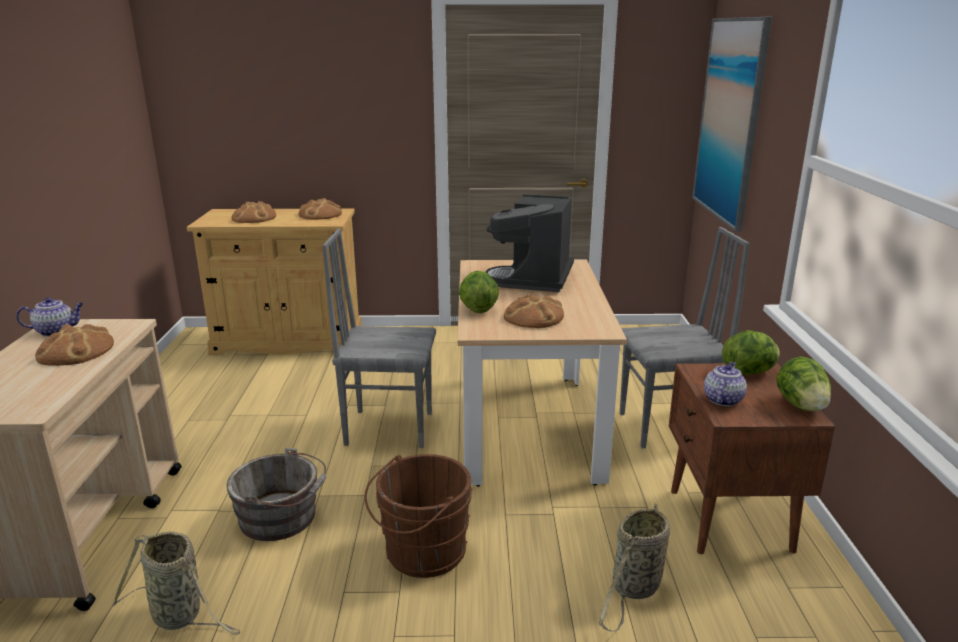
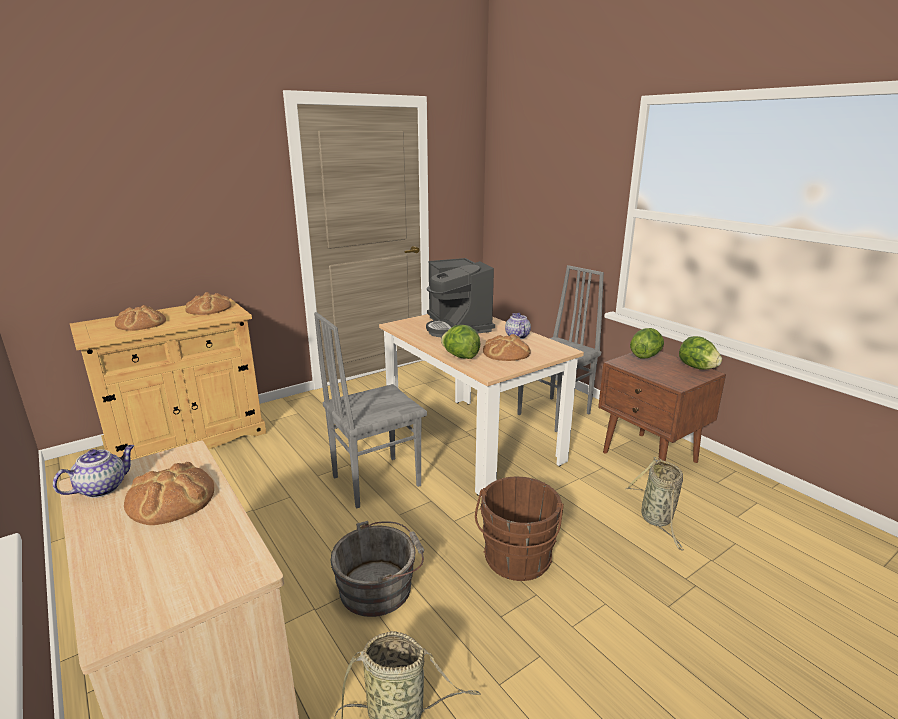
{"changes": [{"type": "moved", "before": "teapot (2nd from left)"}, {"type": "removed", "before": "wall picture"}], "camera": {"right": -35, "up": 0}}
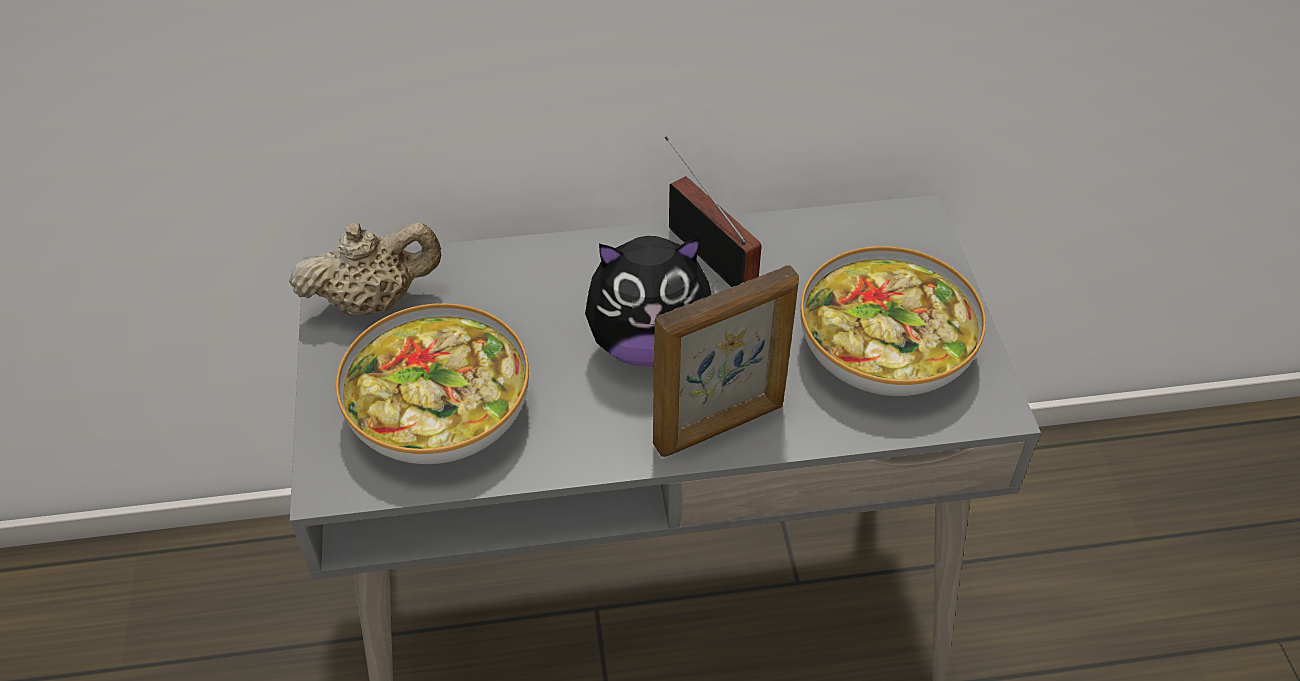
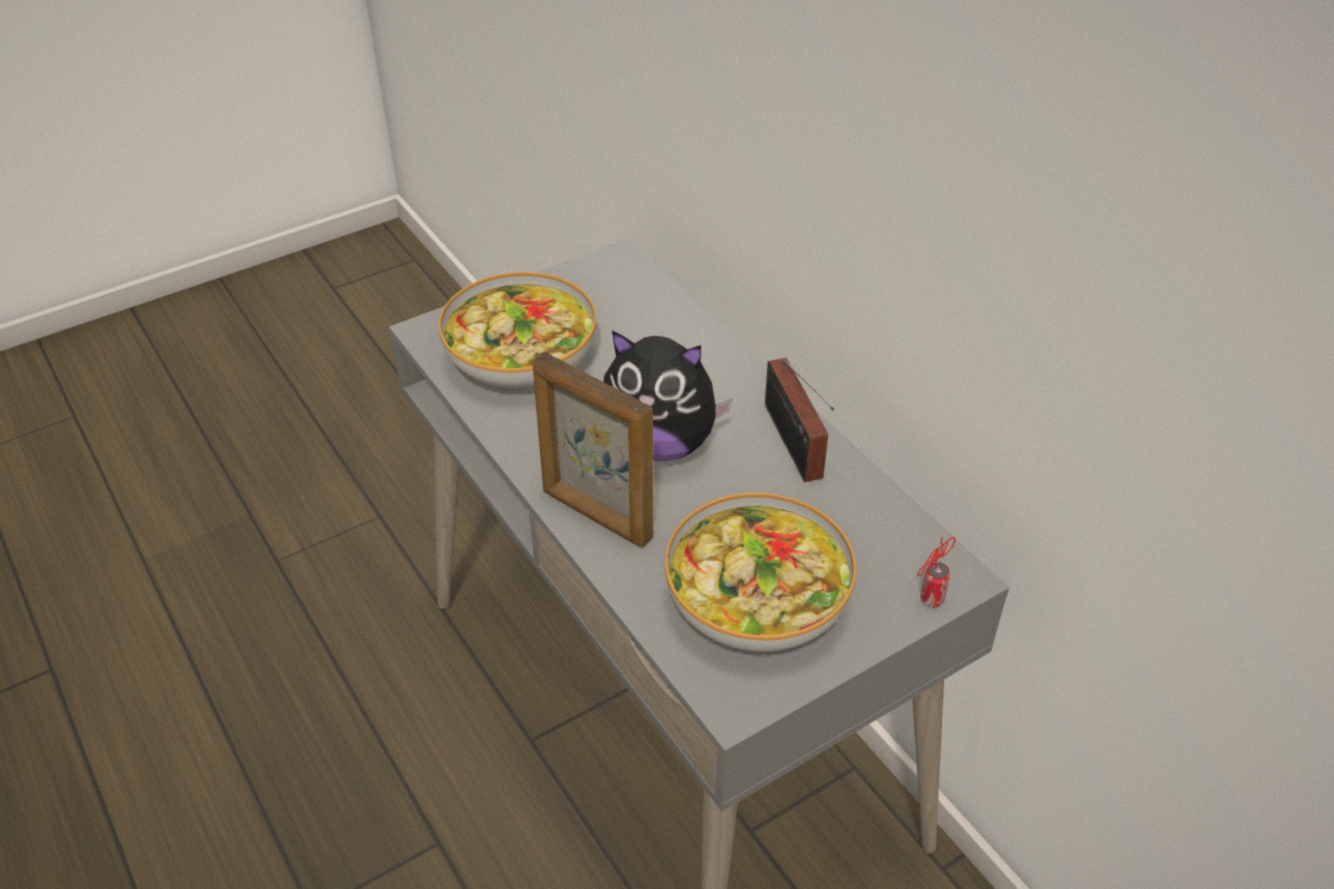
{"changes": [{"type": "turned", "before": "cuddly toy", "turn": -45}, {"type": "turned", "before": "radio receiver", "turn": 135}, {"type": "added", "after": "metal can"}, {"type": "removed", "before": "beige teapot"}], "camera": {"right": 65, "up": -5}}
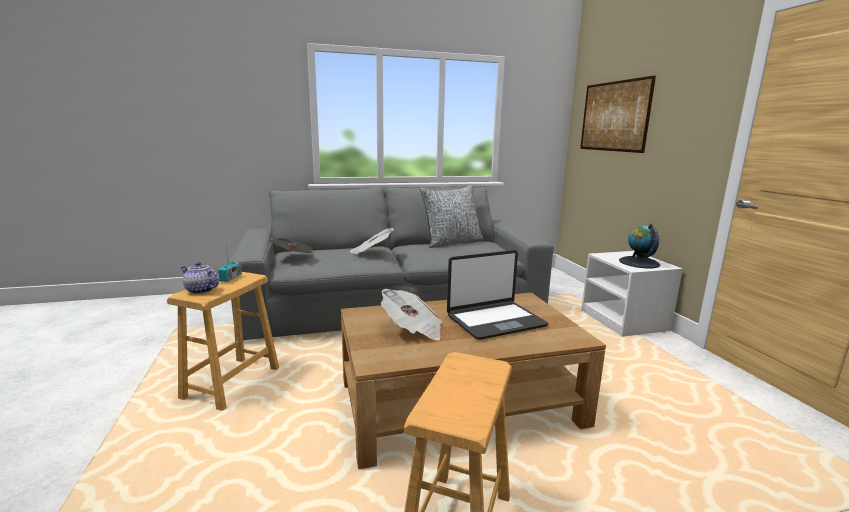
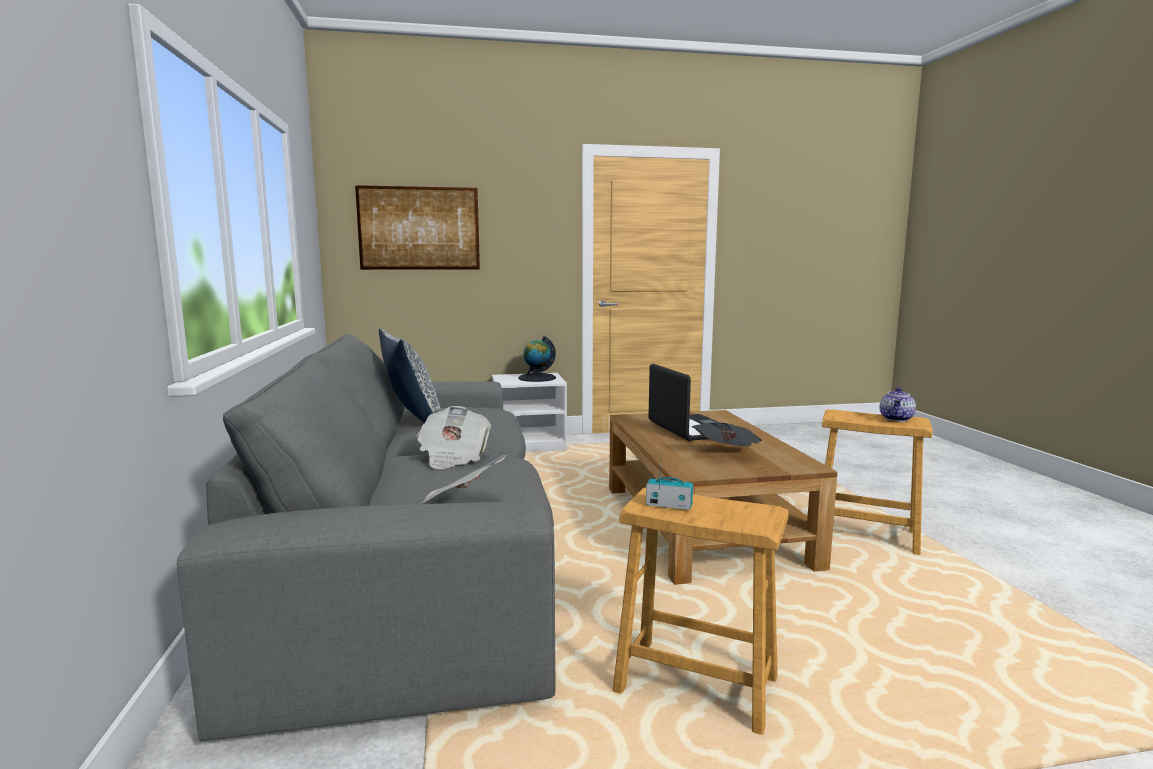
{"changes": [{"type": "moved", "before": "teapot"}], "camera": {"right": -85, "up": -5}}
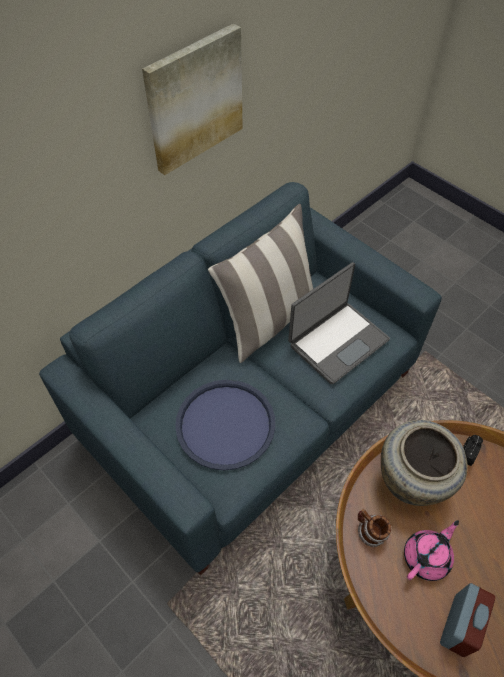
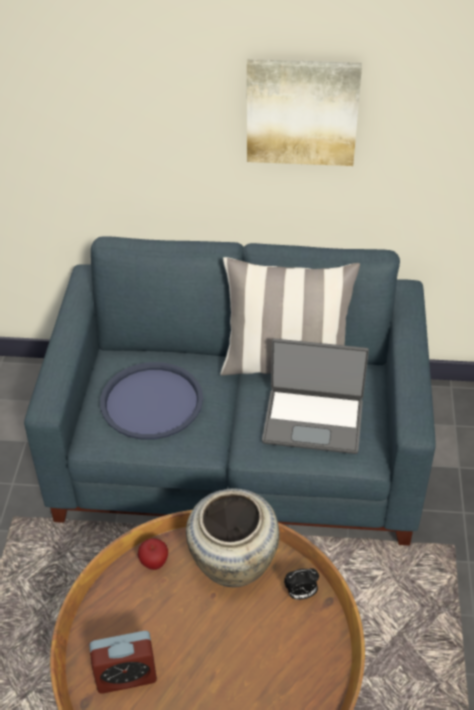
{"changes": [{"type": "replaced", "before": "coffee mug", "after": "apple fruit"}, {"type": "removed", "before": "pink-coloured teapot"}], "camera": {"right": 50, "up": -10}}
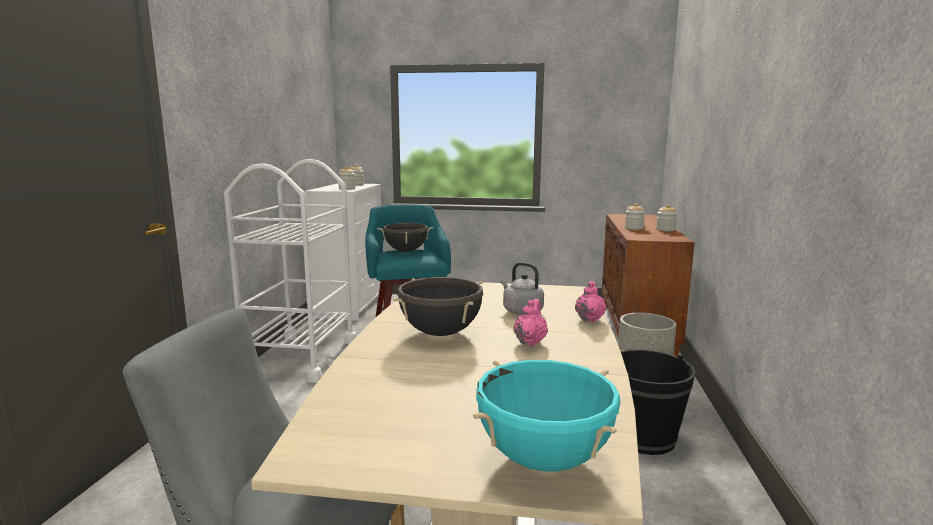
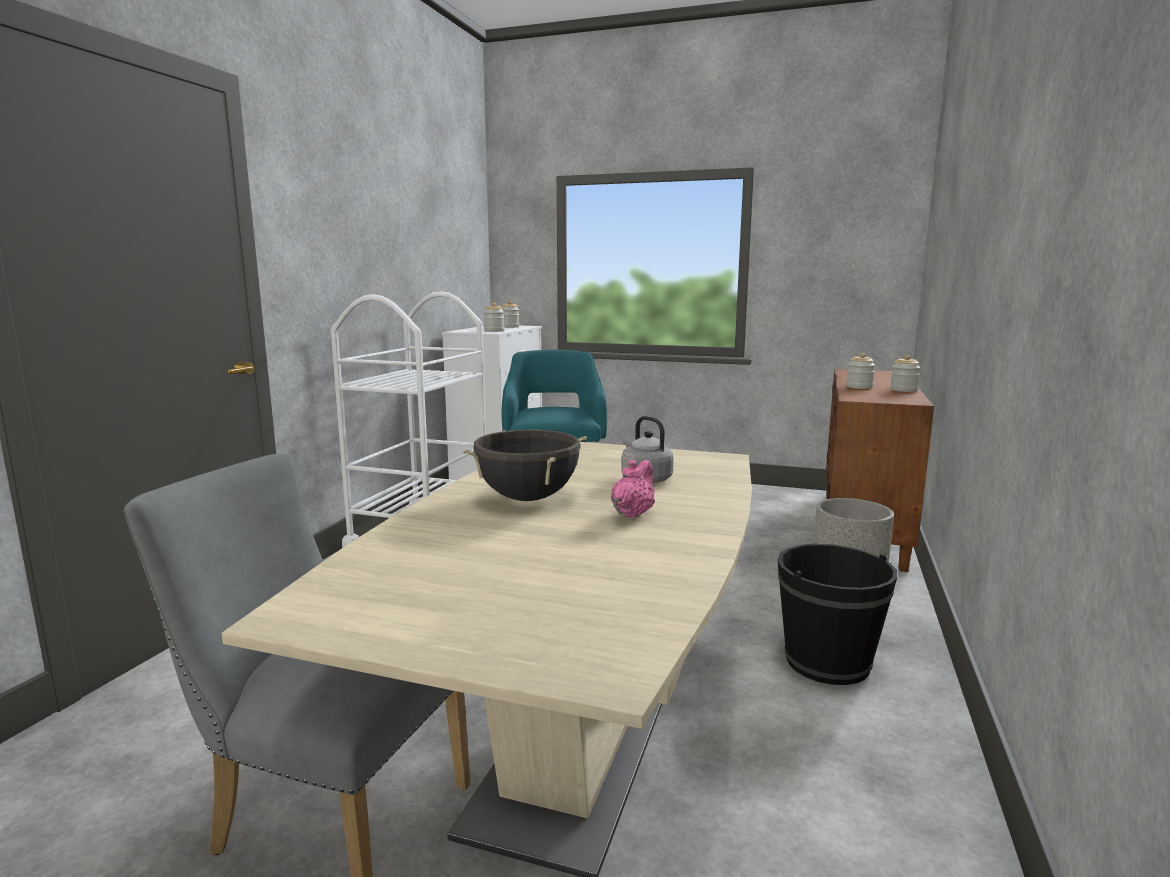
{"changes": [{"type": "removed", "before": "black-coloured cooking pot (1st from left)"}, {"type": "removed", "before": "turquoise-coloured cooking pot"}, {"type": "removed", "before": "pink-coloured teapot (2nd from left)"}], "camera": {"right": 10, "up": 0}}
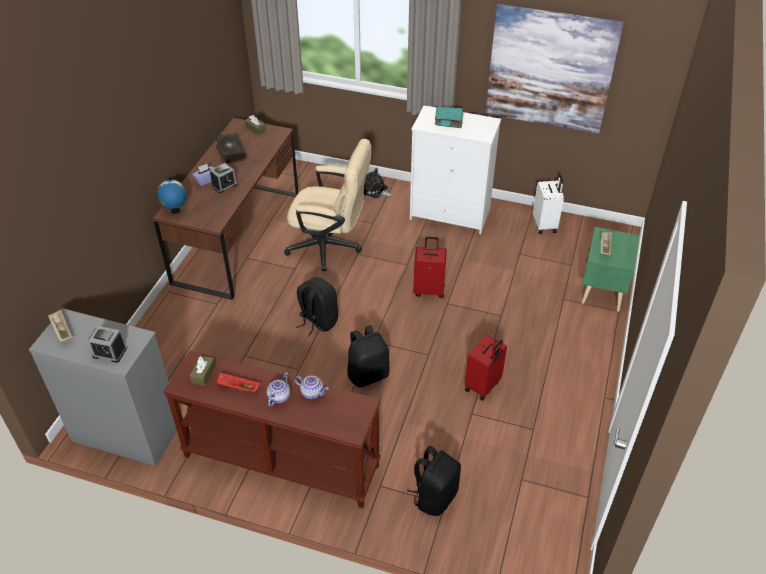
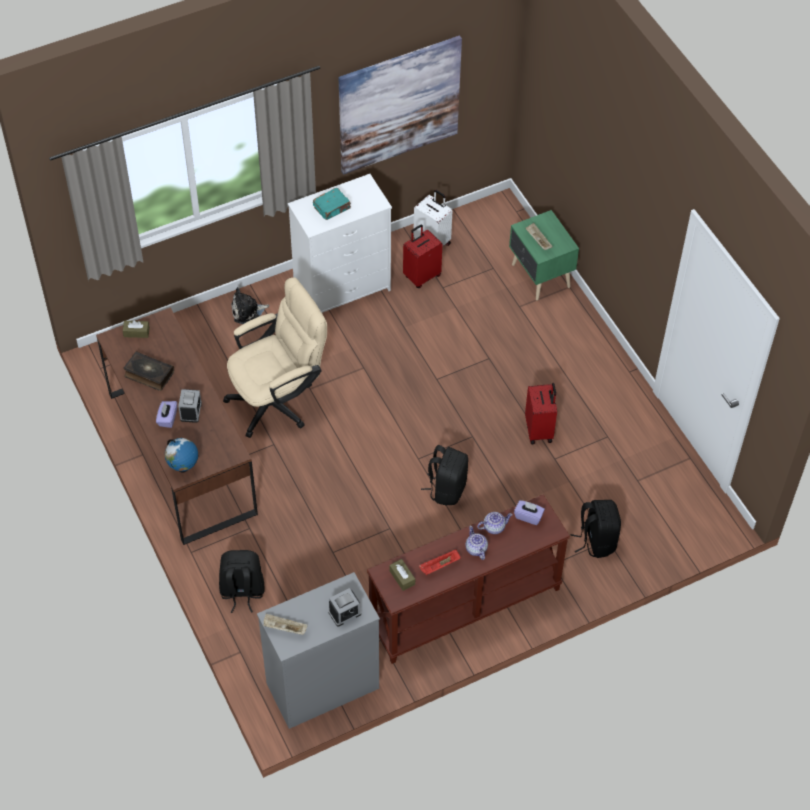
{"changes": [{"type": "moved", "before": "black-coloured backpack (1st from left)"}, {"type": "moved", "before": "red suitcase (1st from left)"}, {"type": "added", "after": "purple-coloured box of tissues (2nd from left)"}], "camera": {"right": -45, "up": 10}}
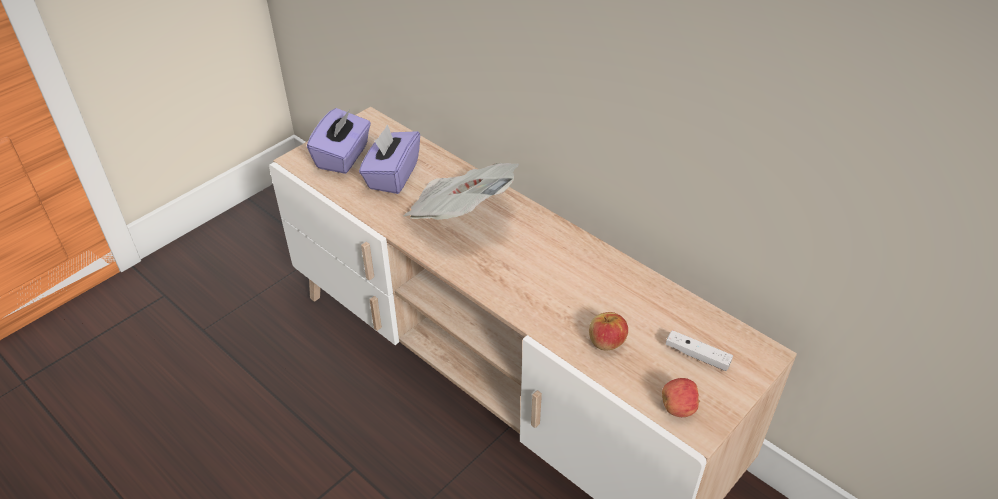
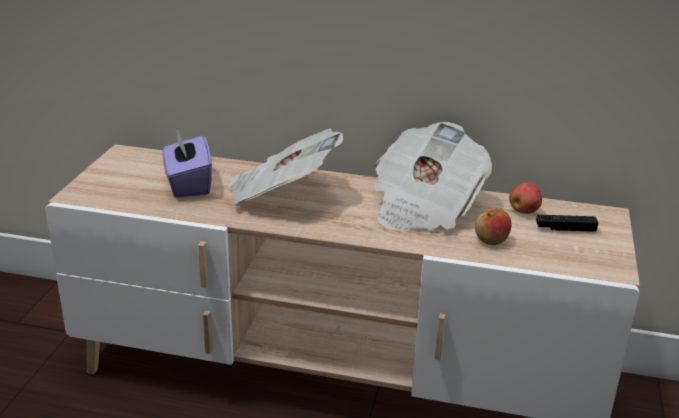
{"changes": [{"type": "added", "after": "printed paper (2nd from left)"}, {"type": "moved", "before": "apple fruit (2nd from left)"}, {"type": "recoloured", "before": "whitish gamepad", "after": "black-coloured gamepad"}, {"type": "removed", "before": "purple-coloured box of tissues (1st from left)"}], "camera": {"right": -30, "up": -15}}
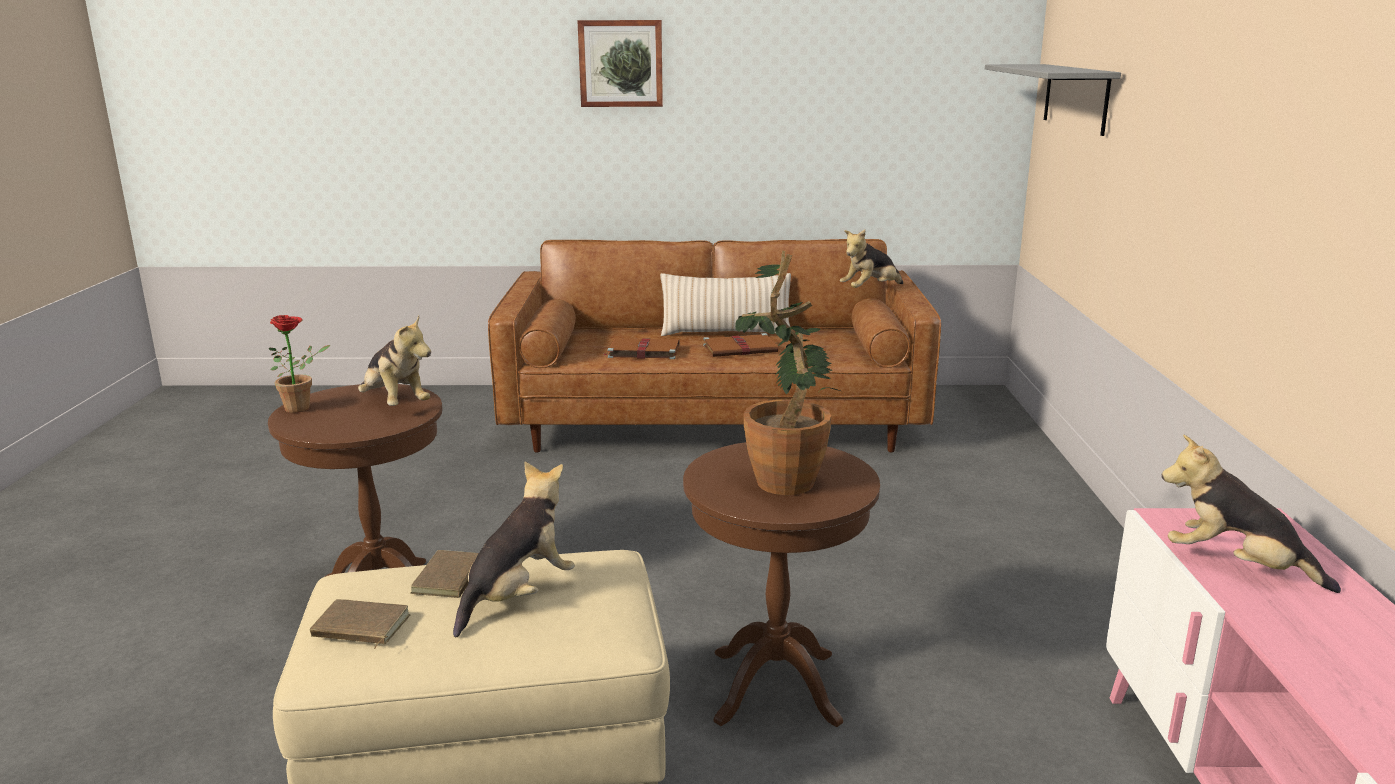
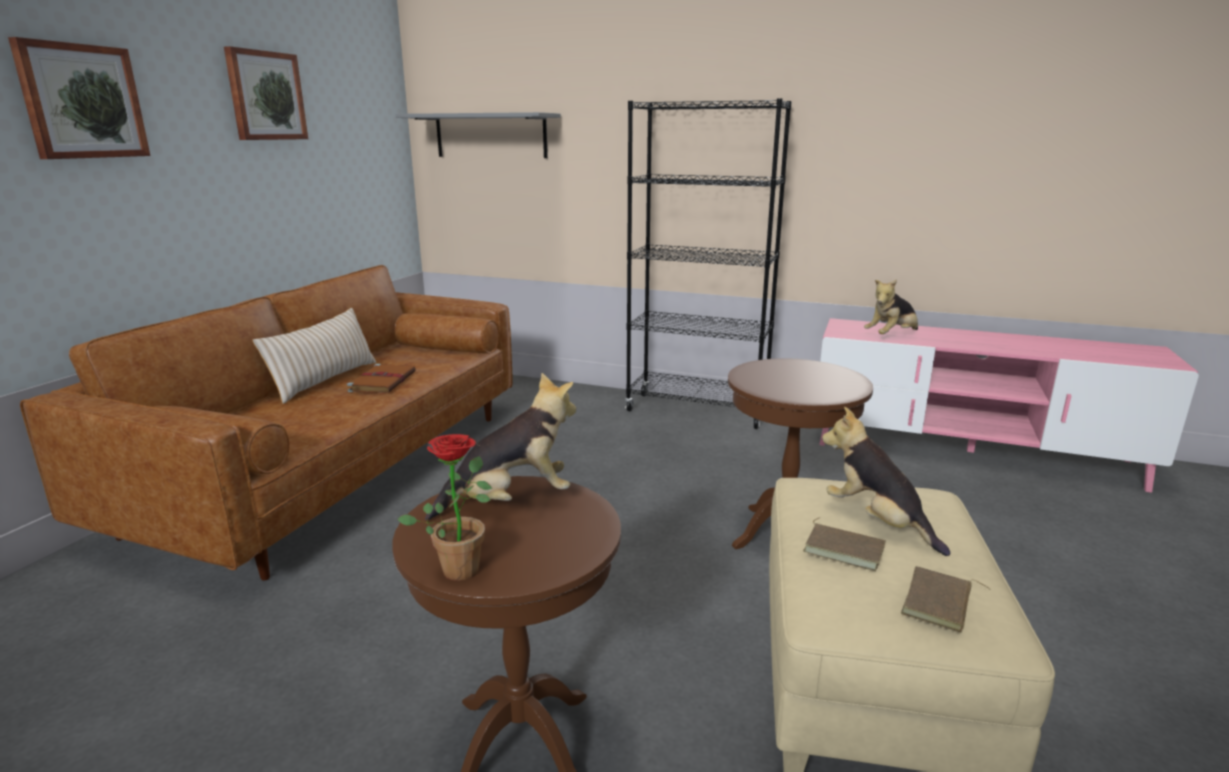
{"changes": [{"type": "added", "after": "wall picture (2nd from left)"}, {"type": "added", "after": "black-coloured shelving unit"}, {"type": "removed", "before": "brownish book (3rd from left)"}, {"type": "removed", "before": "houseplant (2nd from left)"}, {"type": "removed", "before": "cuddly toy (3rd from left)"}], "camera": {"right": -70, "up": 0}}
